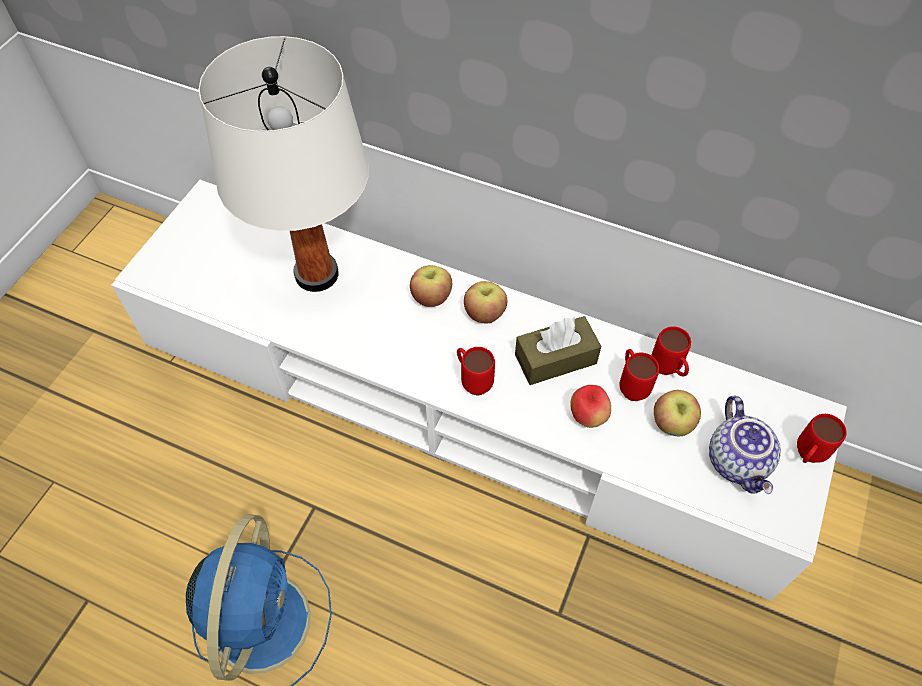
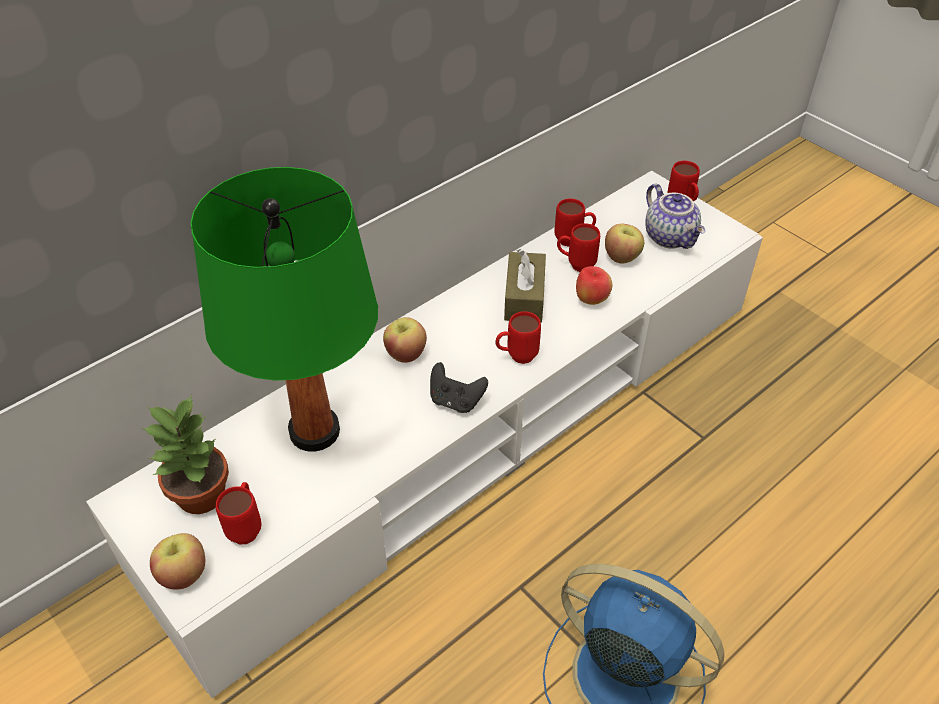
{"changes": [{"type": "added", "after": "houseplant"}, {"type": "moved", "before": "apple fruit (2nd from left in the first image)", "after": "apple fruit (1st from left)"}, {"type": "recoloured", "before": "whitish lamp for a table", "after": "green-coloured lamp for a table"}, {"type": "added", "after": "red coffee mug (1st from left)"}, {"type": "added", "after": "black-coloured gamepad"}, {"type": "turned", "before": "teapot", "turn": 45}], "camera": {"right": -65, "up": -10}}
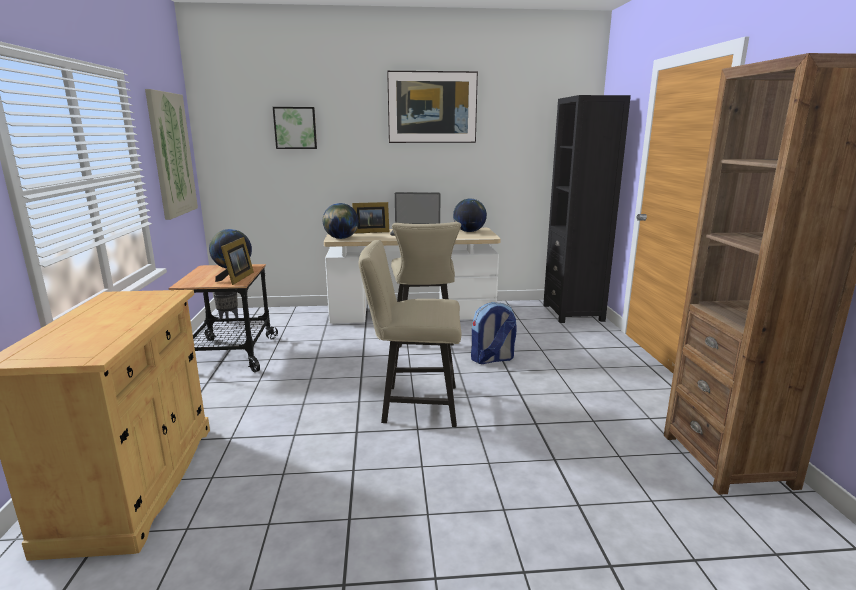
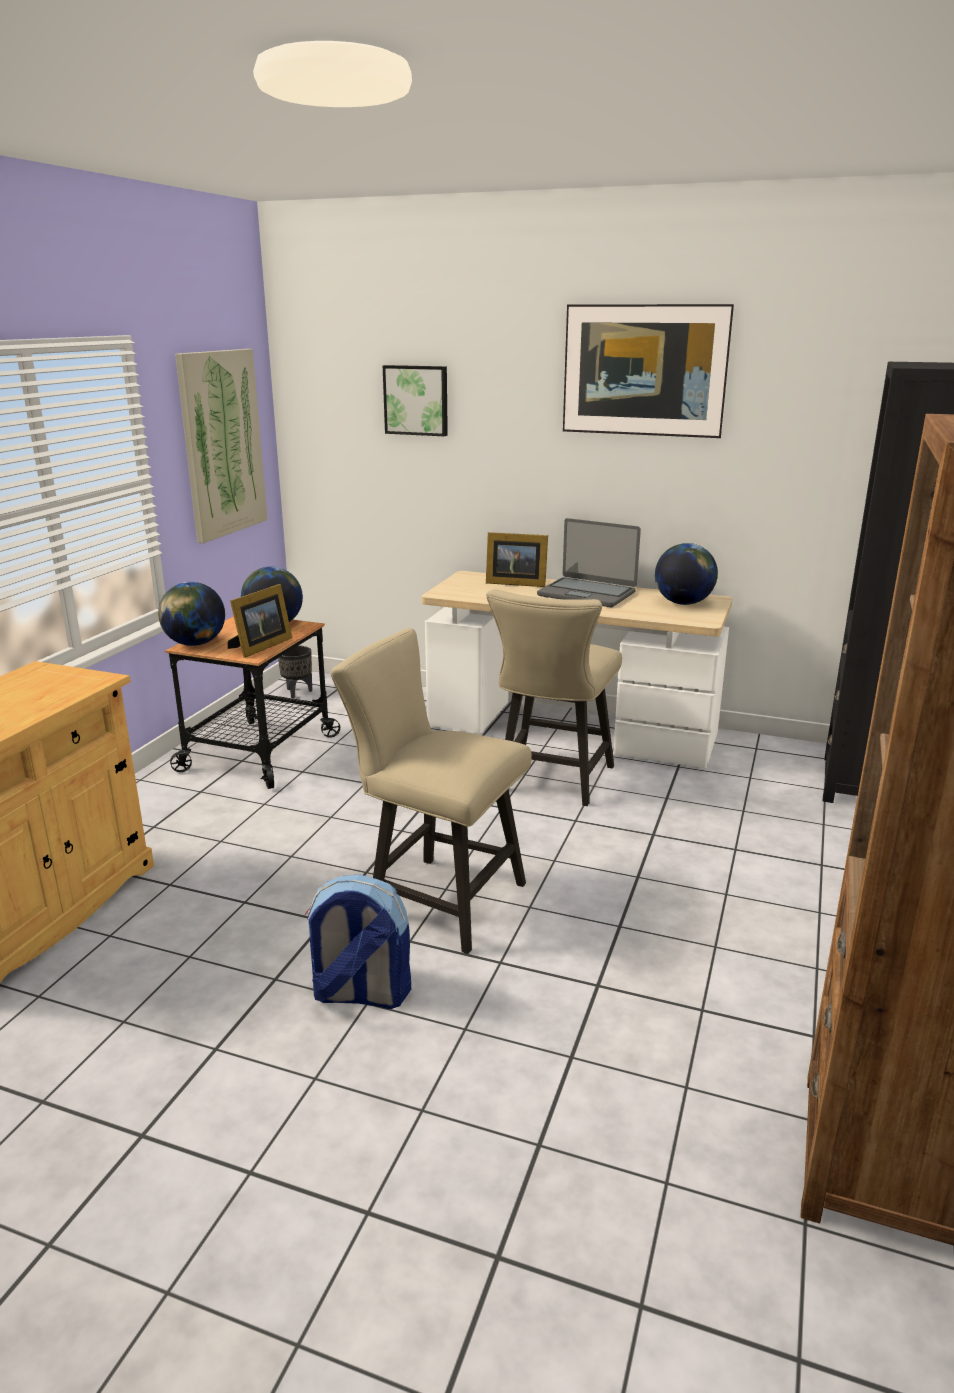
{"changes": [{"type": "moved", "before": "world globe (2nd from left in the first image)", "after": "world globe (1st from left)"}, {"type": "moved", "before": "backpack"}], "camera": {"right": 25, "up": 5}}
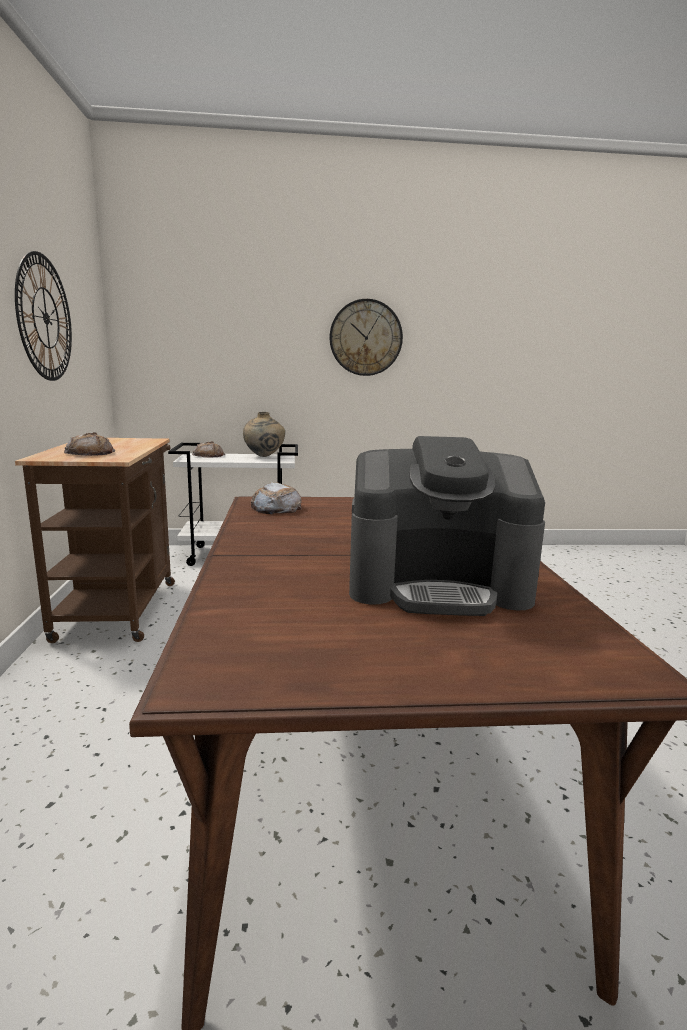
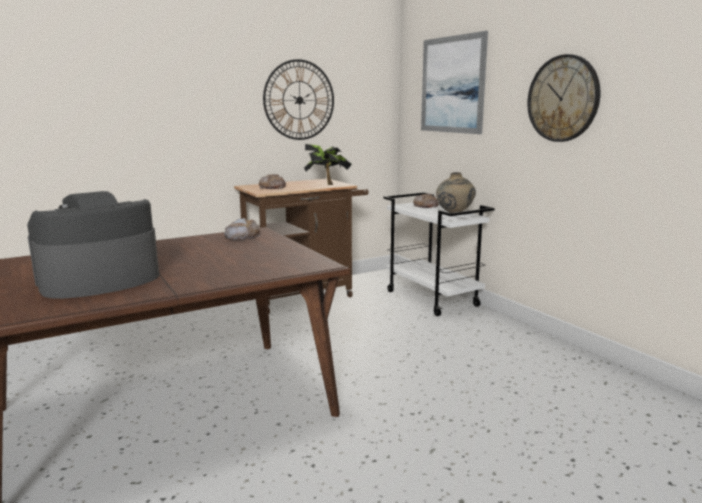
{"changes": [{"type": "turned", "before": "coffee brewer", "turn": 75}, {"type": "added", "after": "houseplant"}, {"type": "added", "after": "wall picture"}], "camera": {"right": 65, "up": 0}}
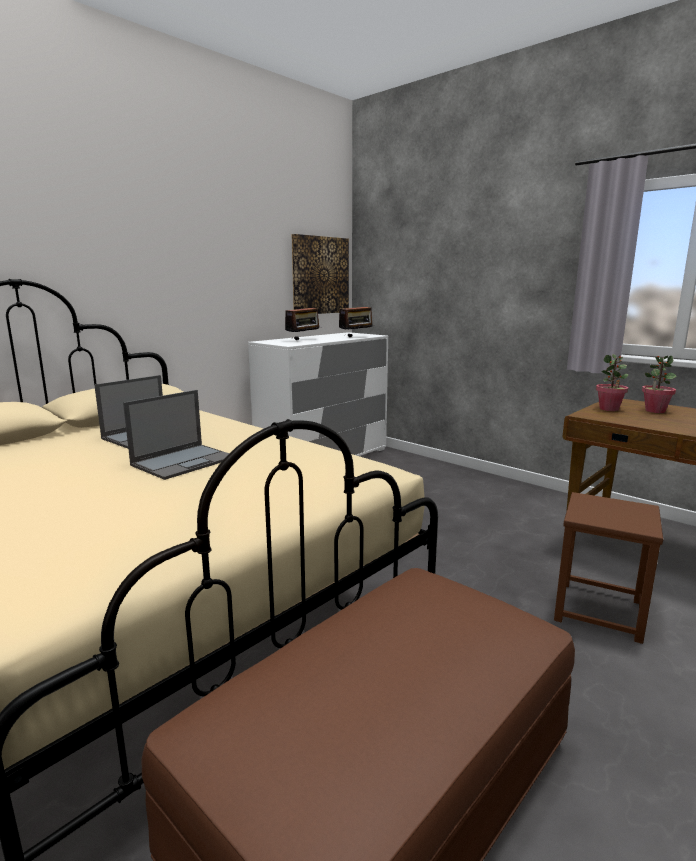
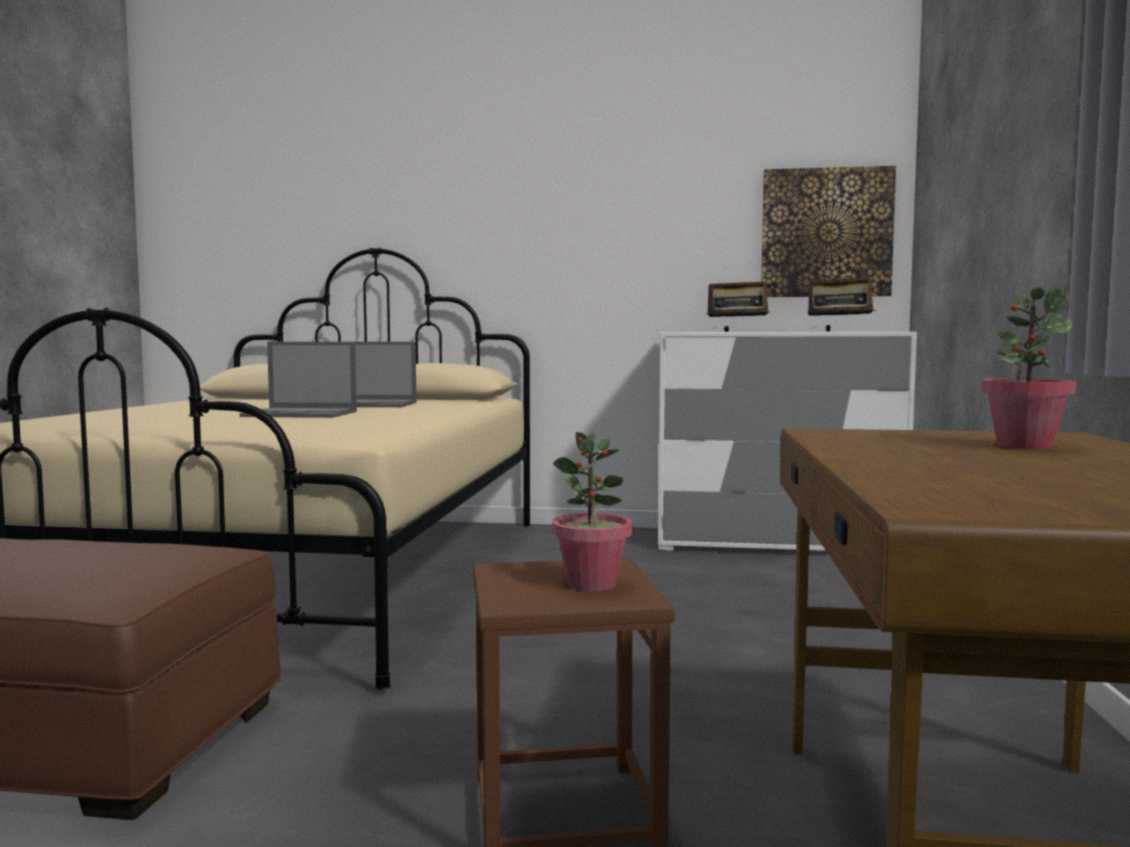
{"changes": [{"type": "moved", "before": "houseplant (1st from left)"}], "camera": {"right": 55, "up": -10}}
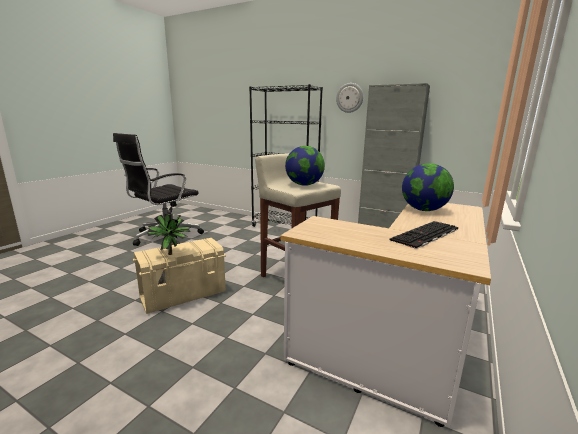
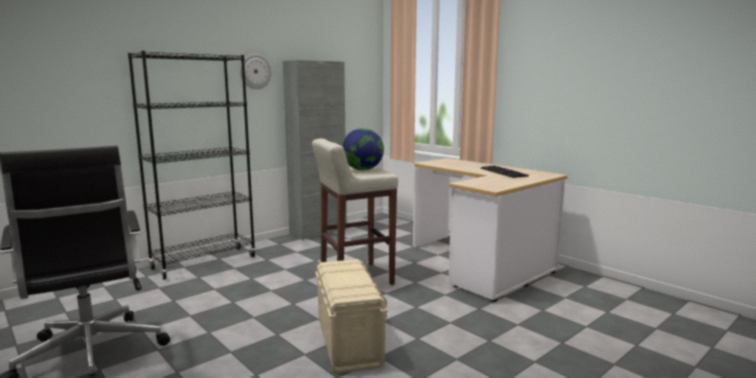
{"changes": [{"type": "removed", "before": "houseplant"}, {"type": "removed", "before": "world globe (2nd from left)"}], "camera": {"right": -70, "up": -5}}
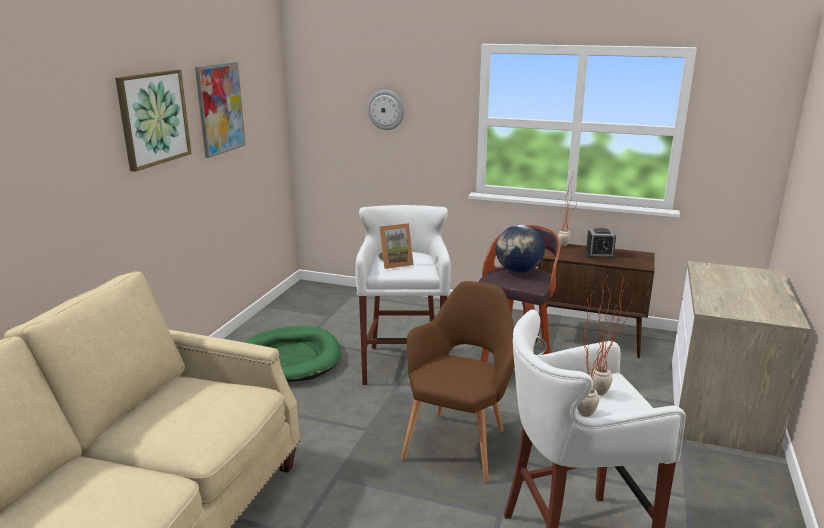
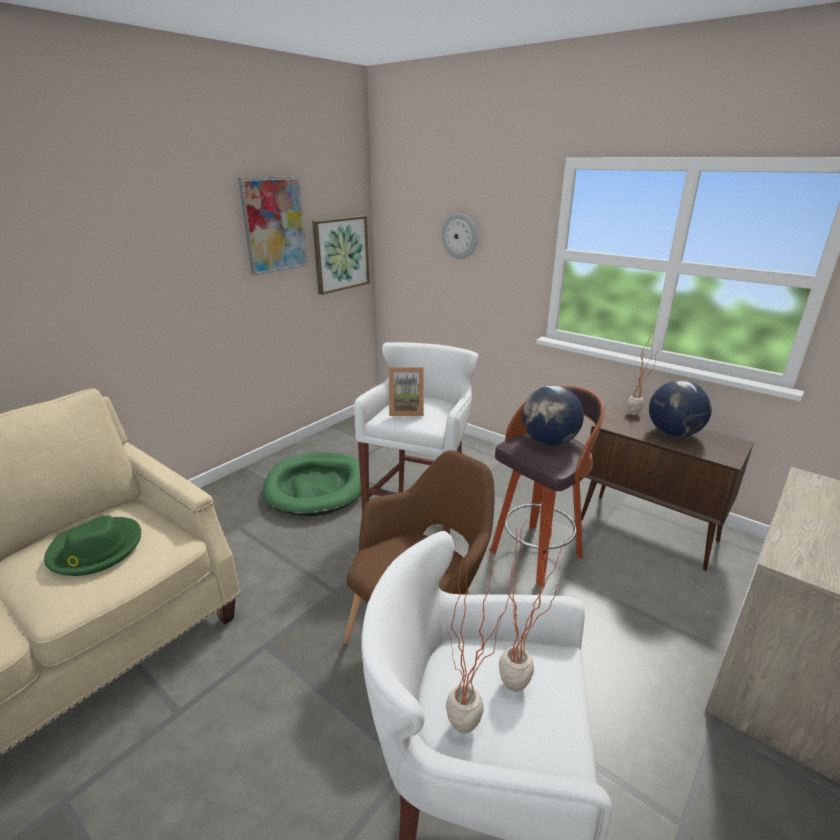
{"changes": [{"type": "added", "after": "green-coloured clothing hat"}, {"type": "moved", "before": "wall picture (1st from left in the first image)", "after": "wall picture (2nd from left)"}, {"type": "replaced", "before": "alarm clock", "after": "world globe (2nd from left)"}], "camera": {"right": 20, "up": 5}}
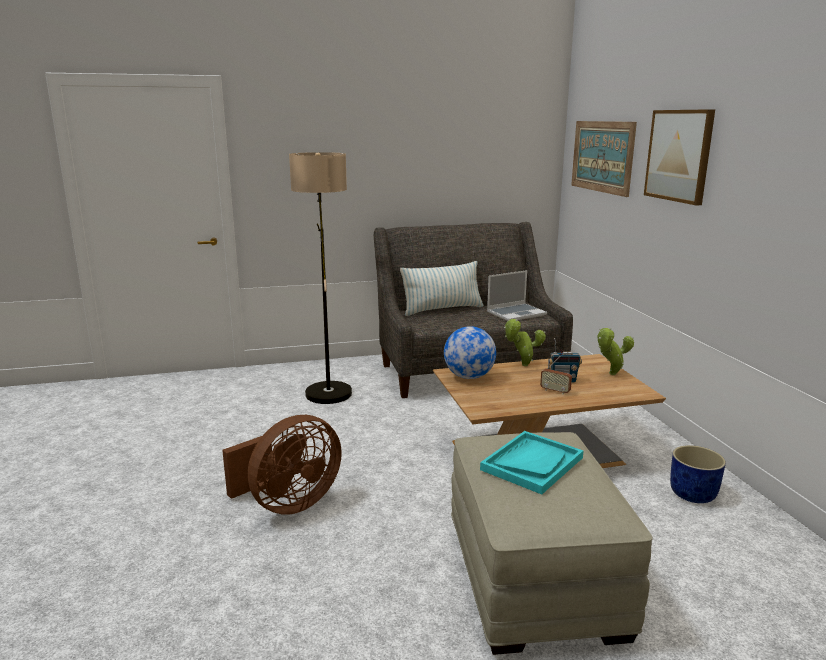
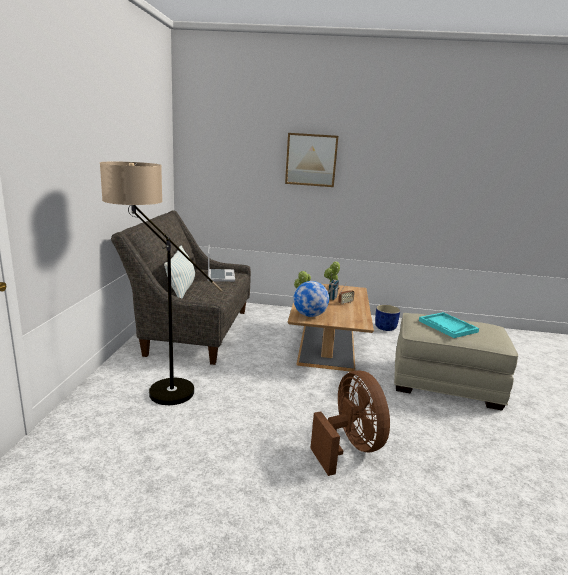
{"changes": [{"type": "removed", "before": "wall picture (1st from left)"}], "camera": {"right": -70, "up": 0}}
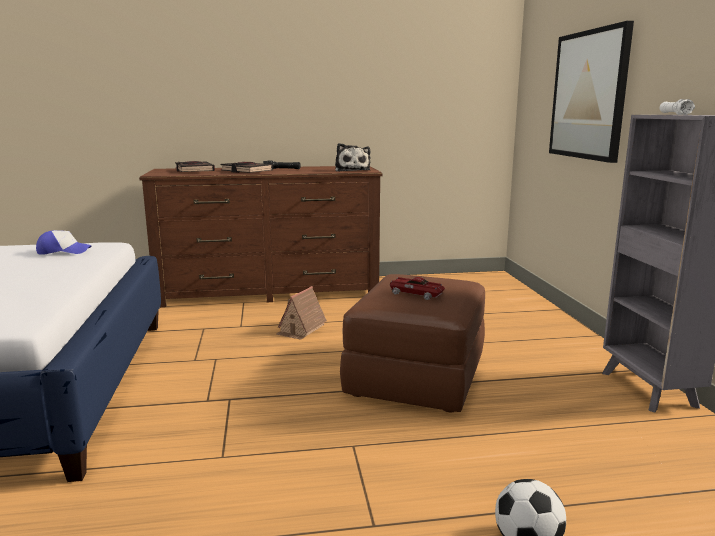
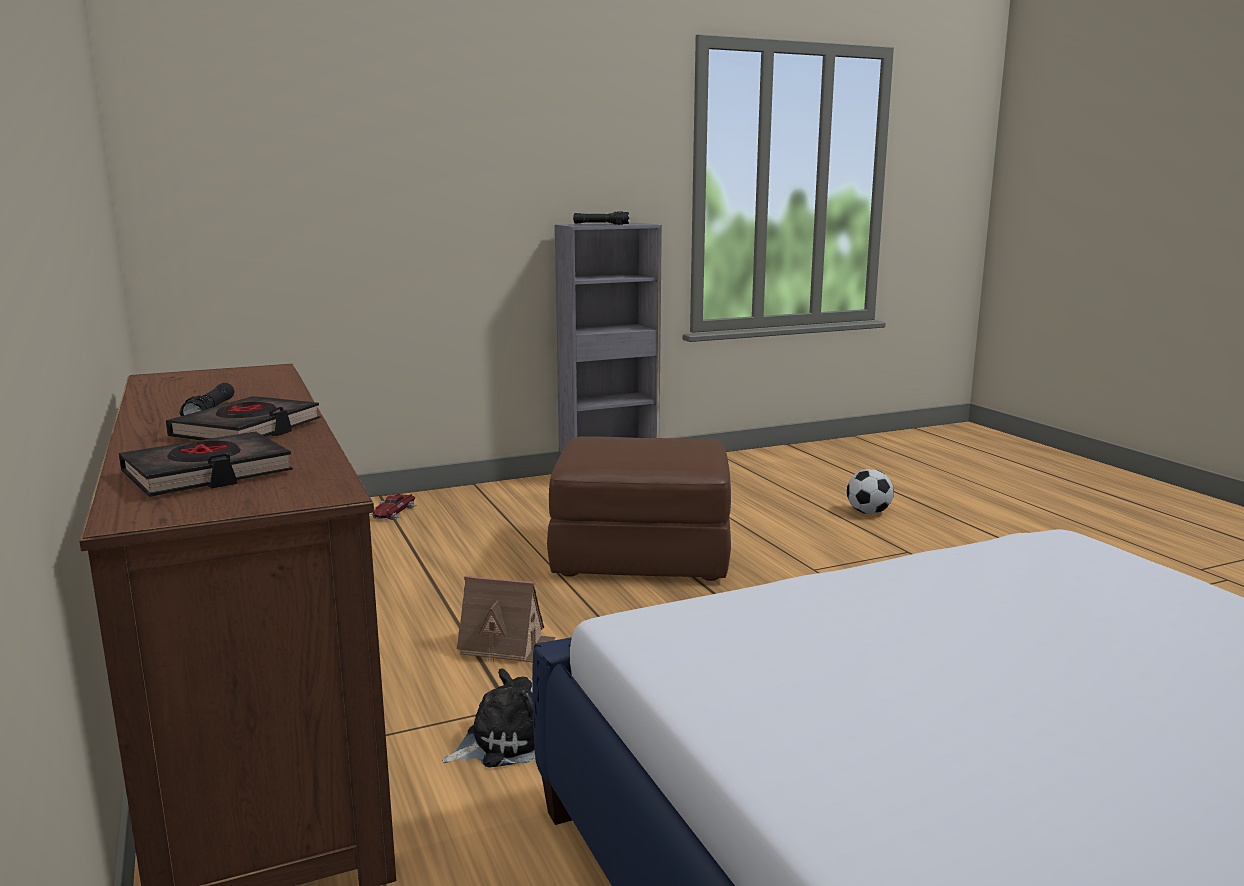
{"changes": [{"type": "moved", "before": "toy car"}, {"type": "moved", "before": "cuddly toy"}, {"type": "recoloured", "before": "whitish flashlight", "after": "black-coloured flashlight (2nd from left)"}, {"type": "removed", "before": "peaked cap"}, {"type": "removed", "before": "wall picture"}], "camera": {"right": -105, "up": 0}}
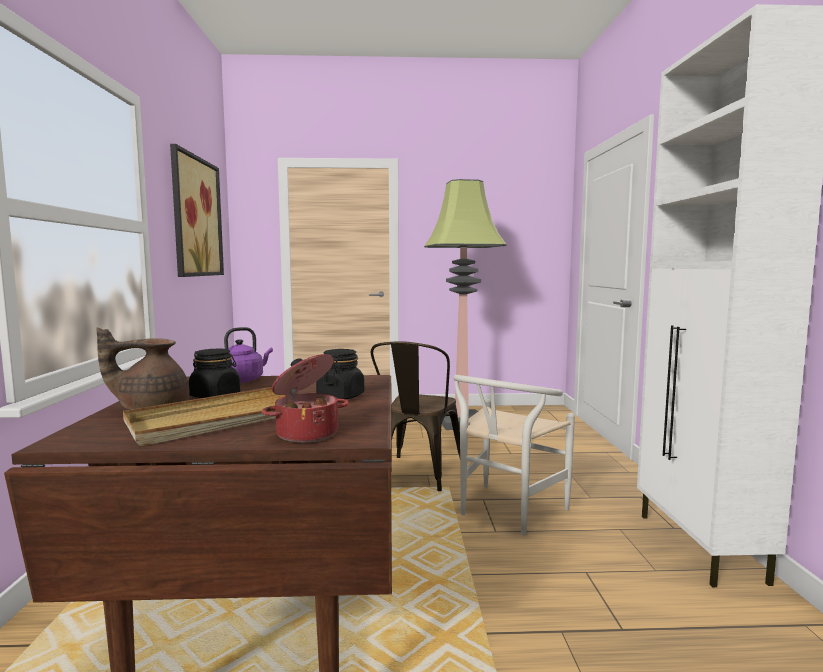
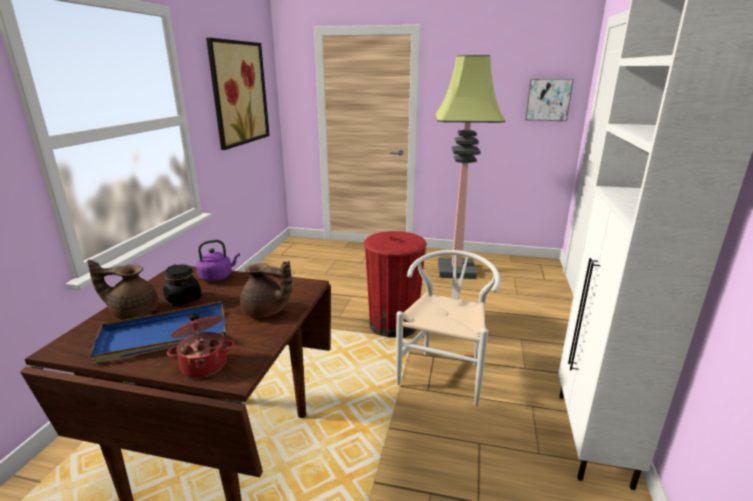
{"changes": [{"type": "recoloured", "before": "beige tray", "after": "blue-coloured tray"}, {"type": "replaced", "before": "black-coloured preserve jar (2nd from left)", "after": "brownish teapot (2nd from left)"}, {"type": "replaced", "before": "brownish plain chair", "after": "red rubbish bin"}, {"type": "turned", "before": "whitish plain chair", "turn": 150}, {"type": "added", "after": "wall picture (2nd from left)"}], "camera": {"right": 15, "up": 15}}
